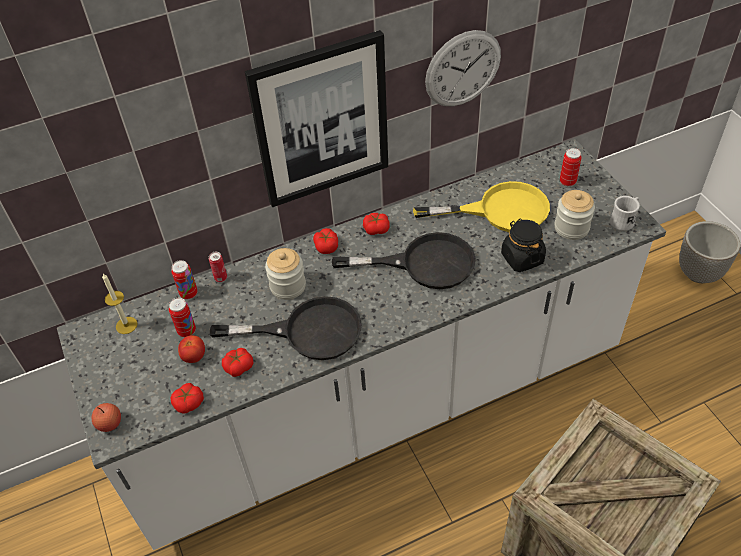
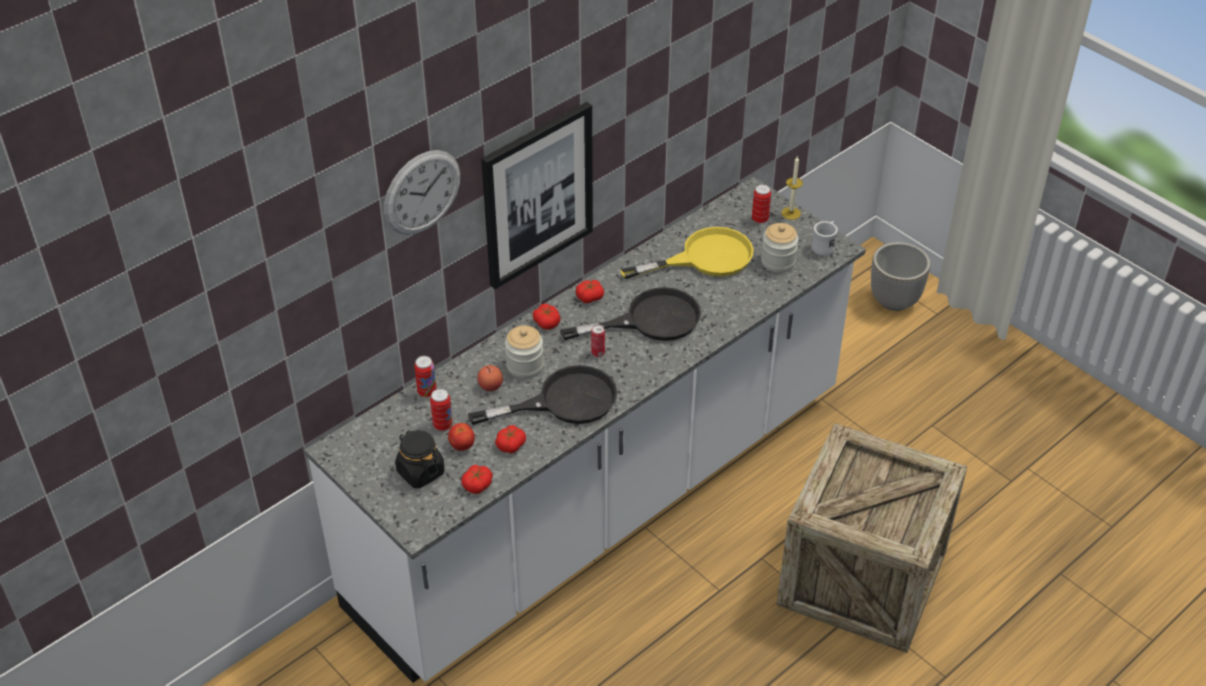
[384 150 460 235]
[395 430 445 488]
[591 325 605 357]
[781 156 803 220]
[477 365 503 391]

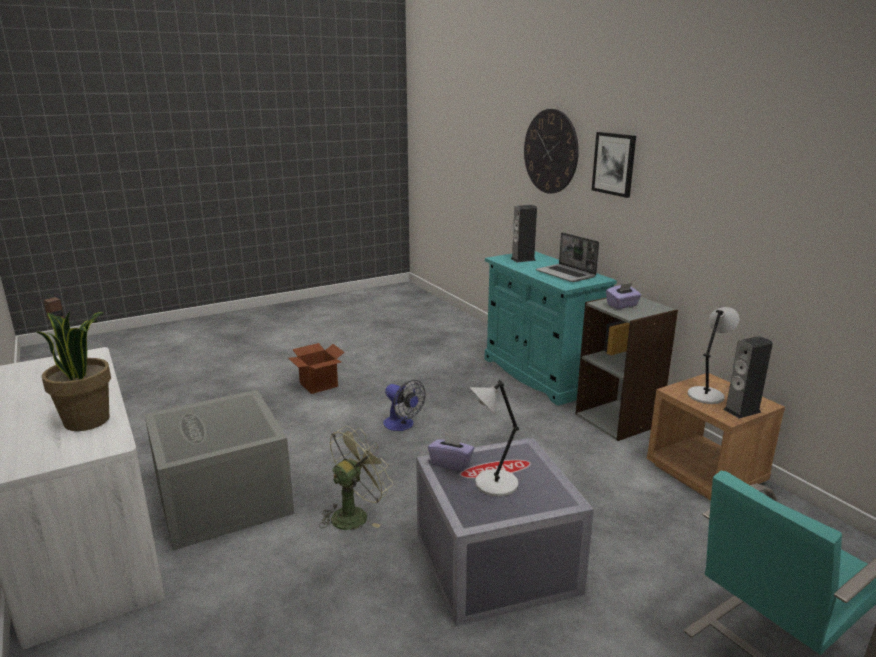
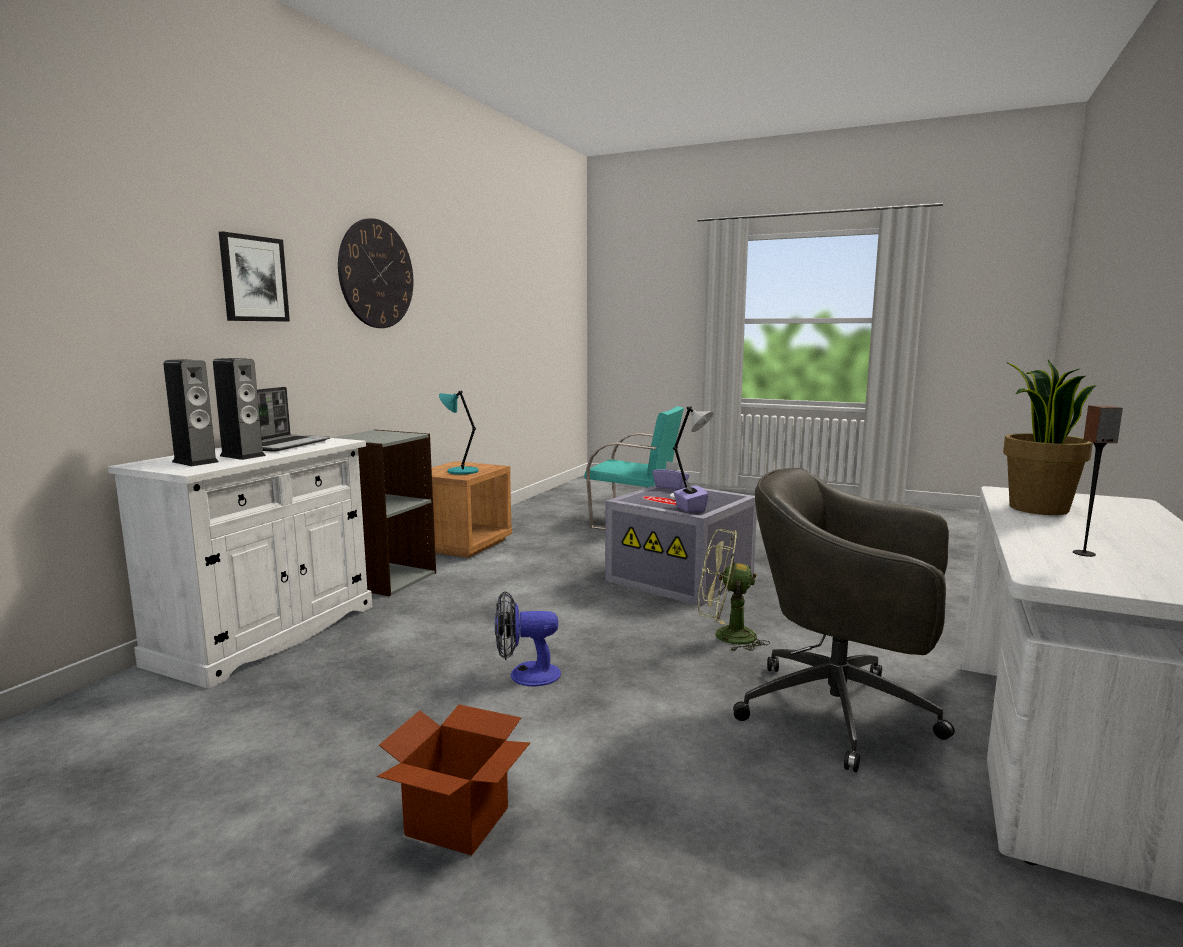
[338 218 413 328]
[108 438 372 689]
[652 461 690 490]
[439 391 479 475]
[213 358 266 460]
[495 591 561 687]
[733 468 955 772]

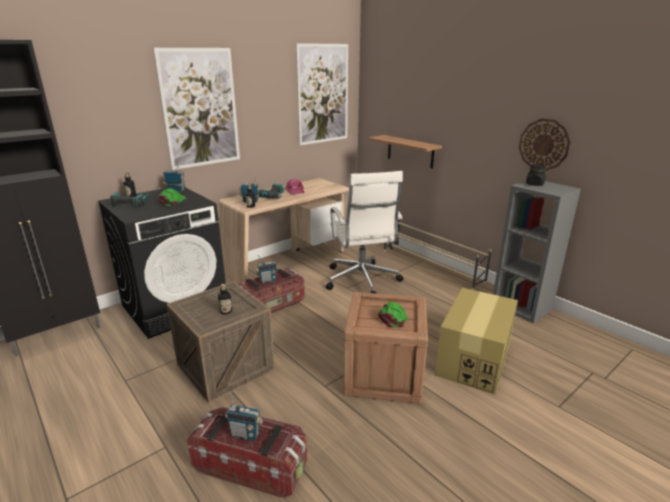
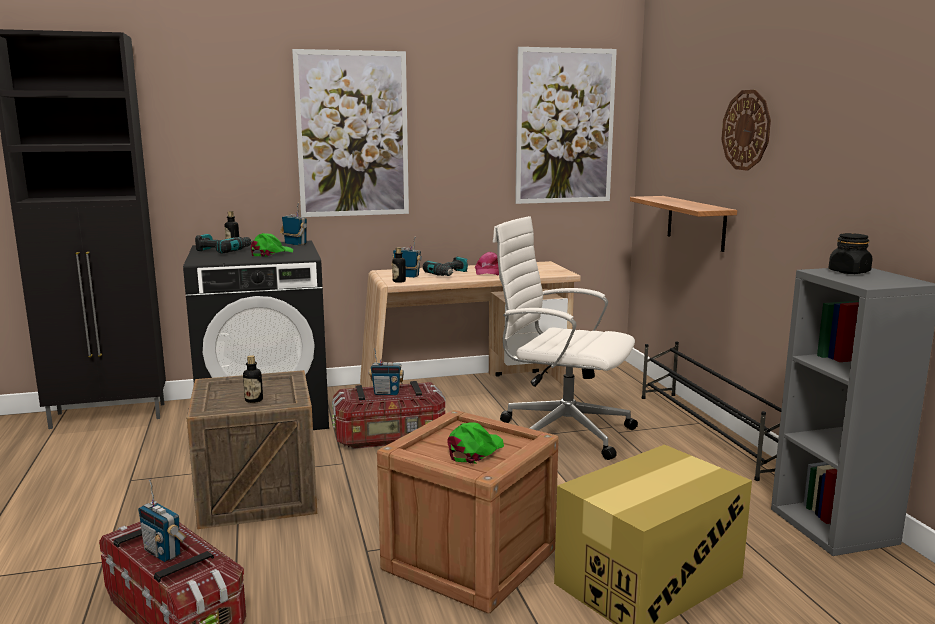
[721 90 771 171]
[493 216 638 460]
[642 341 782 481]

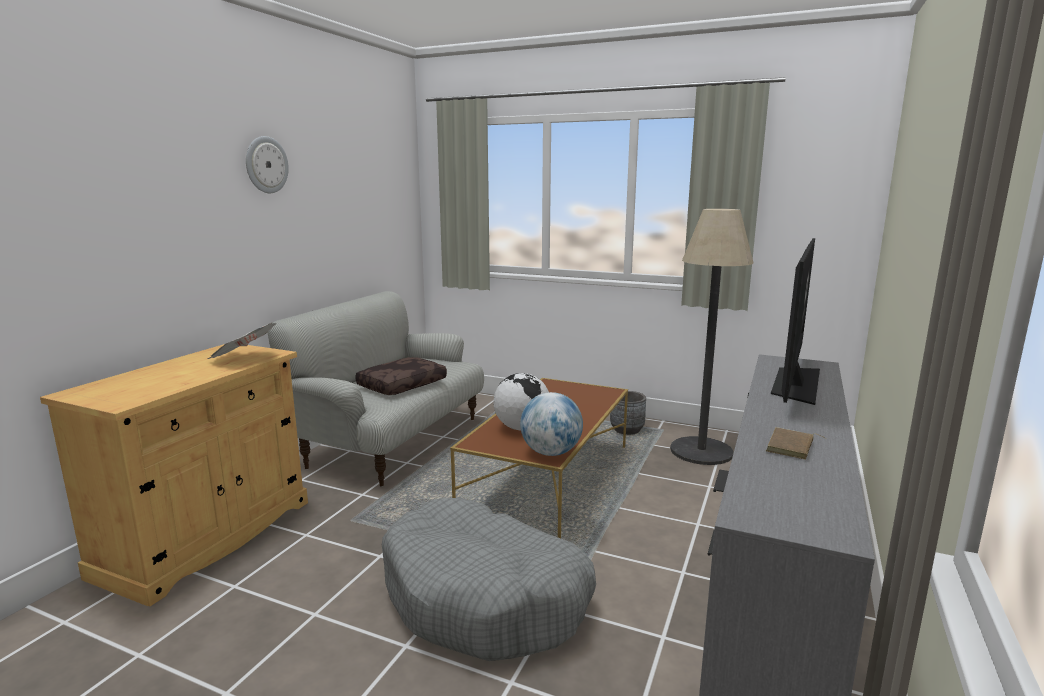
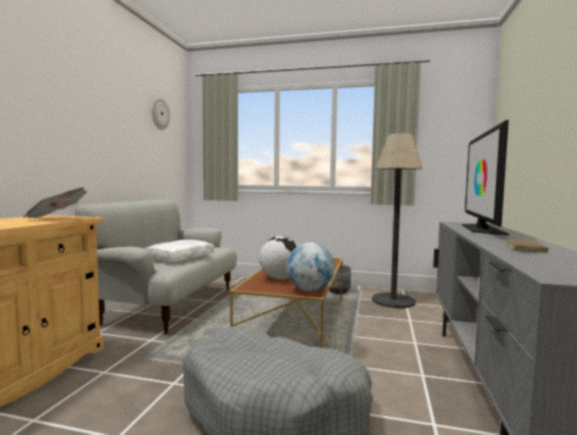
[152 98 170 130]
[145 240 214 262]

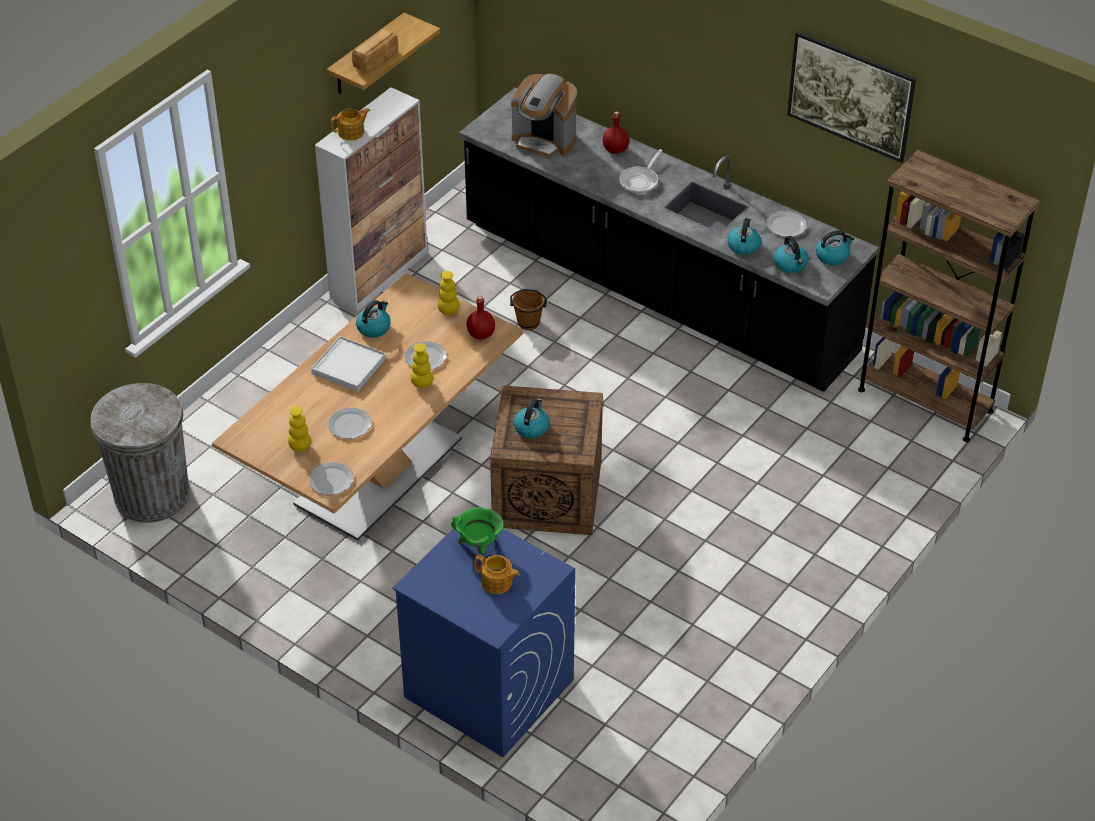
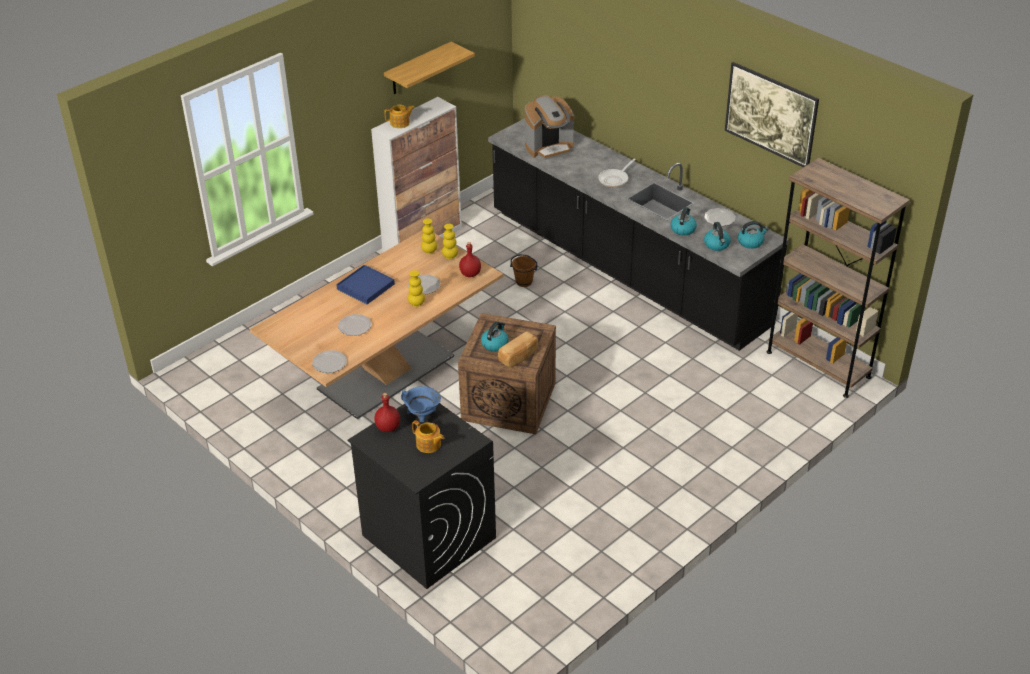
[498 332 538 367]
[525 95 574 160]
[375 393 400 432]
[356 300 391 337] (first image)
[336 265 395 304]
[91 383 190 523] (first image)
[421 218 437 254]
[401 386 441 422]
[348 403 496 589]

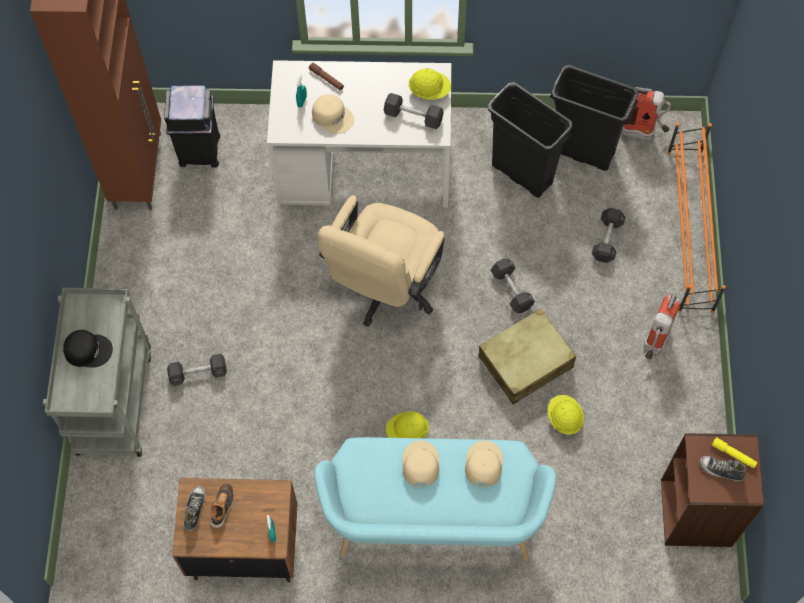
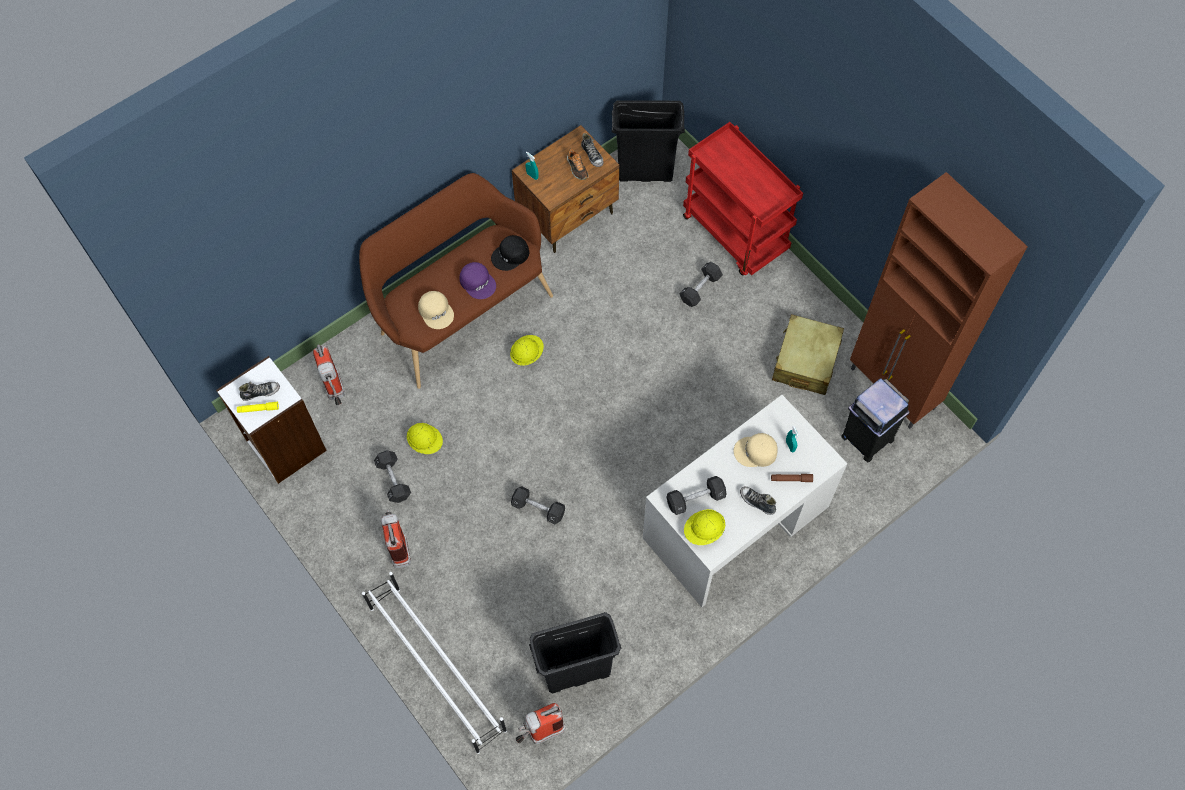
[612 100 685 182]
[362 572 507 754]
[317 195 445 327] (first image)
[374 451 411 503]
[683 122 803 276]
[772 314 844 395]
[491 235 529 271]
[216 356 327 484]
[359 173 553 389]
[460 262 496 299]
[313 344 345 405]
[740 486 776 515]

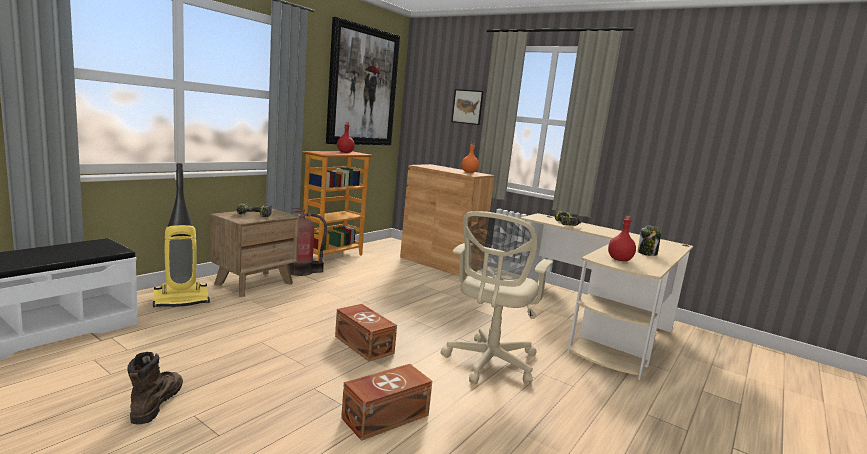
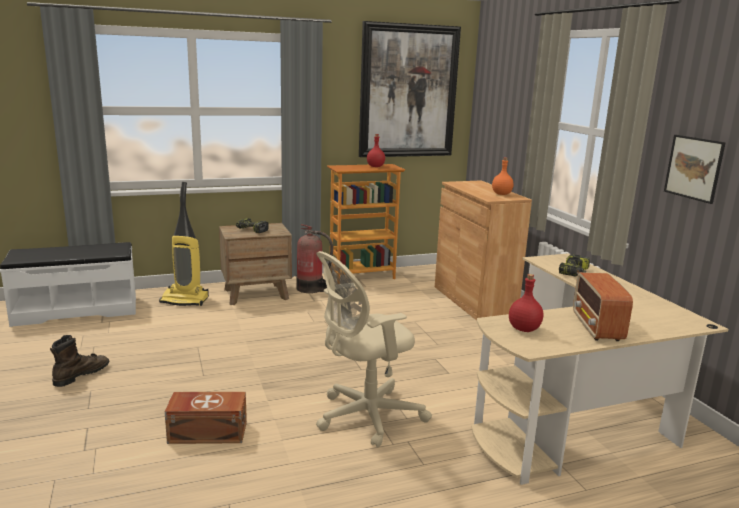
[664 135 726 204]
[573 272 633 341]
[335 304 397 362] (first image)

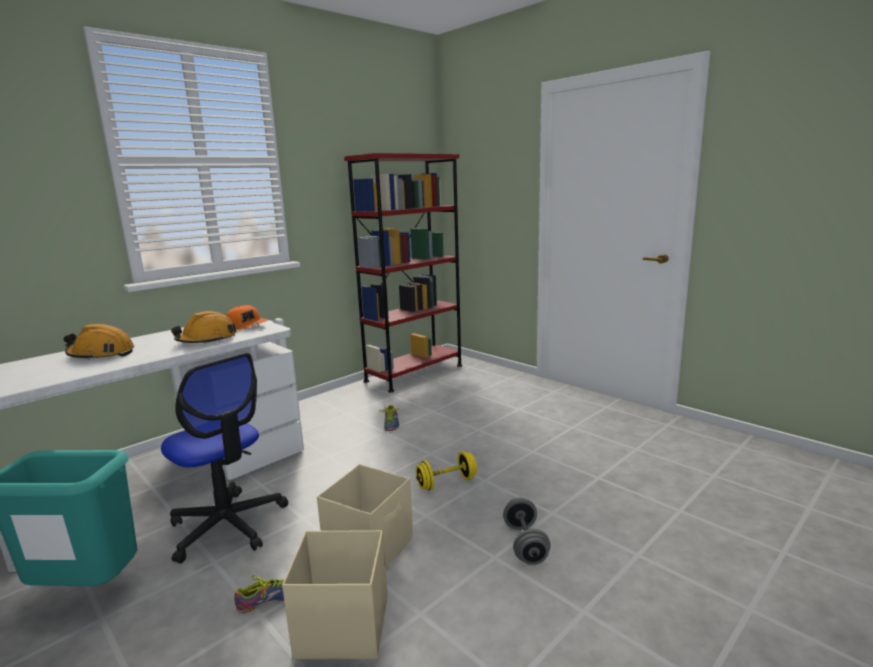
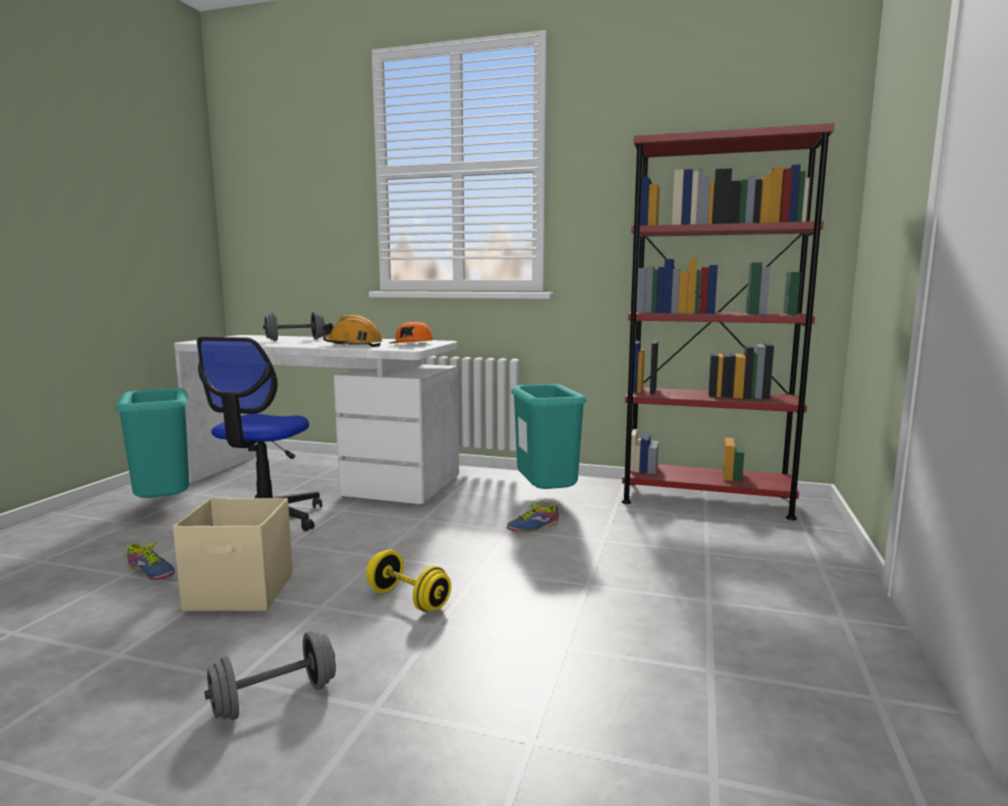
[263 312 325 341]
[282 530 388 659] (first image)
[511 384 587 489]

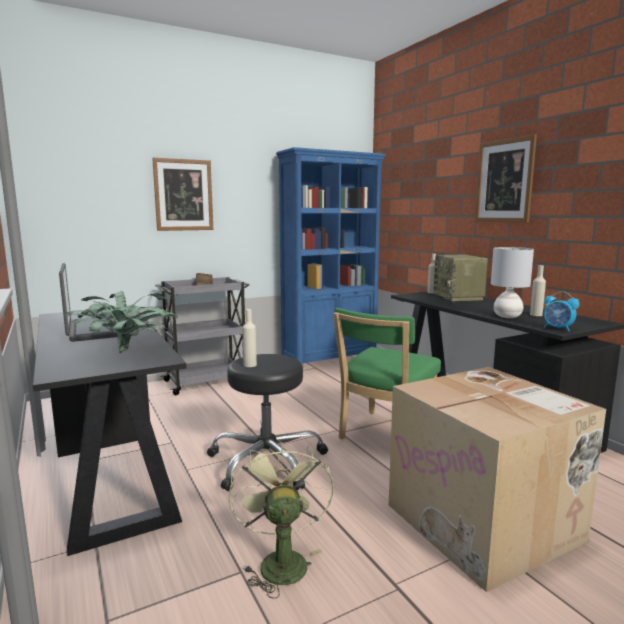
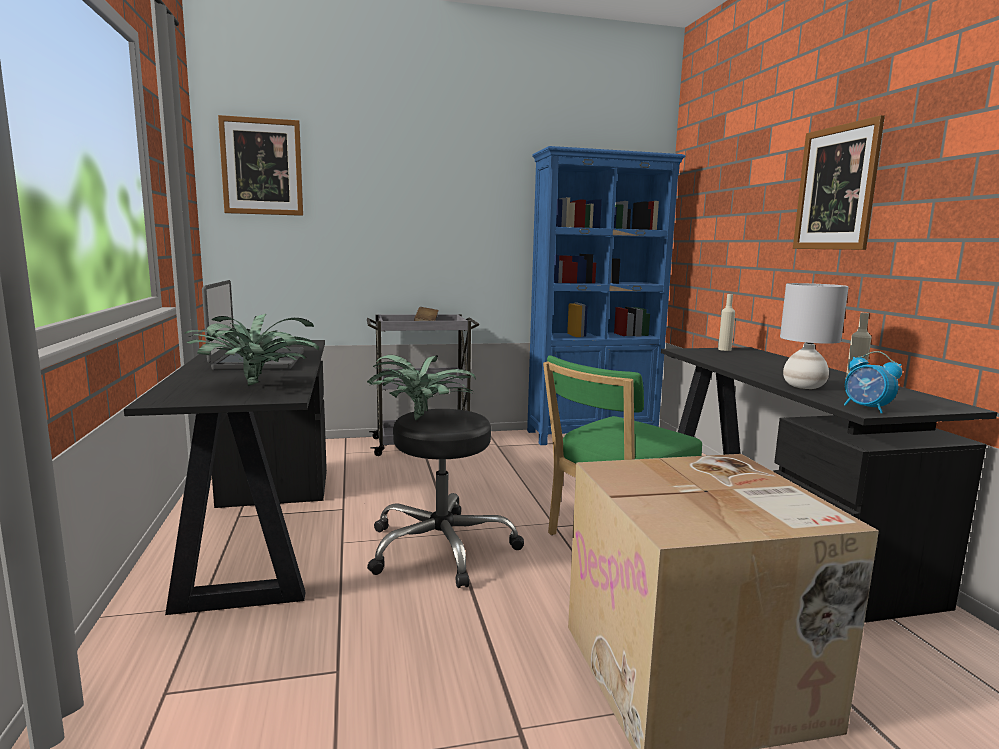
[218 115 303 216]
[434 255 488 301] (first image)
[367 355 476 421]
[229 440 334 598] (first image)

